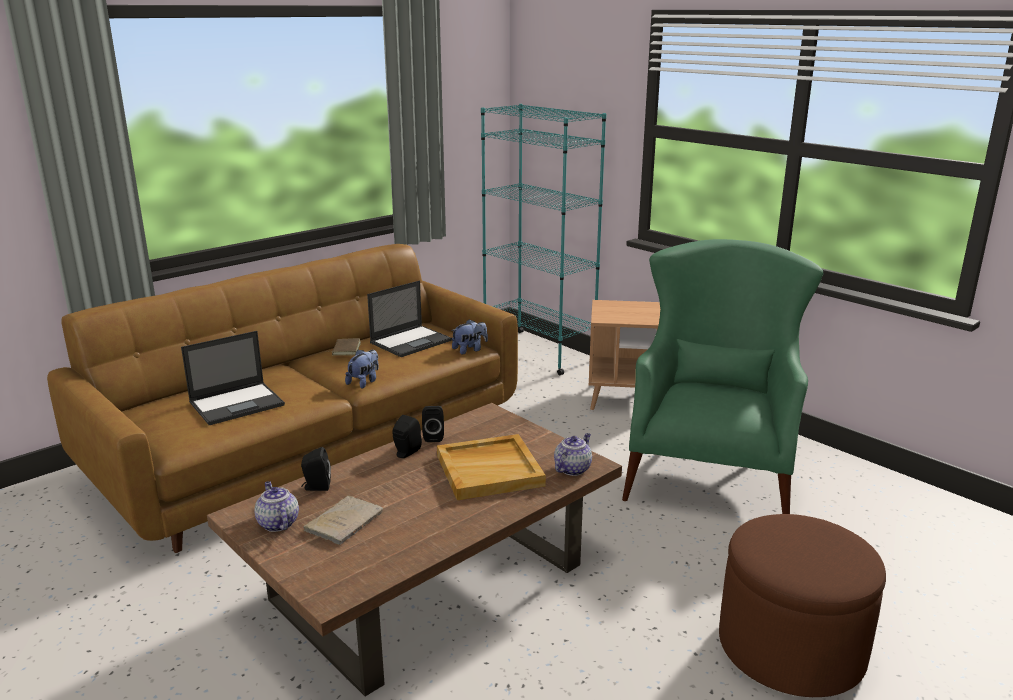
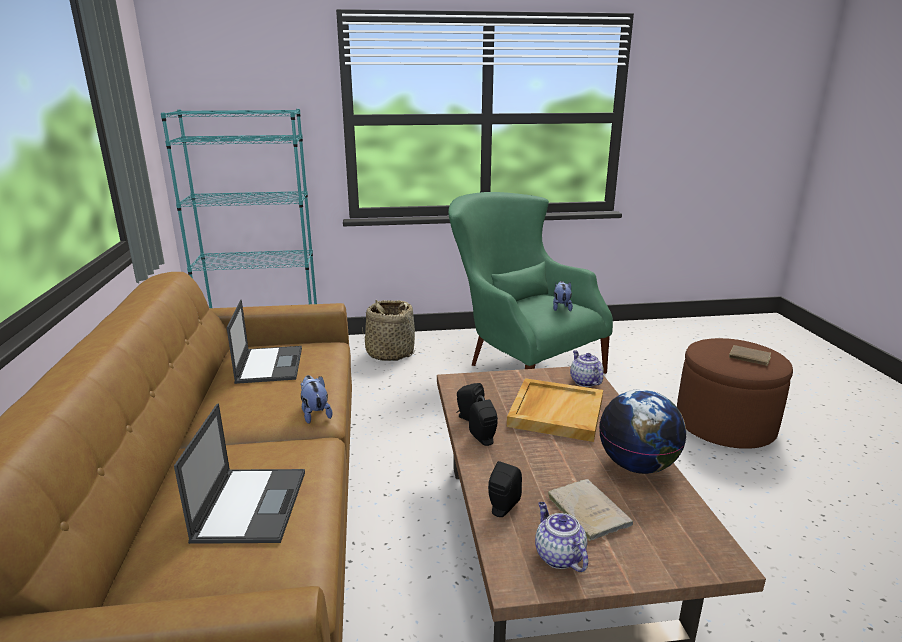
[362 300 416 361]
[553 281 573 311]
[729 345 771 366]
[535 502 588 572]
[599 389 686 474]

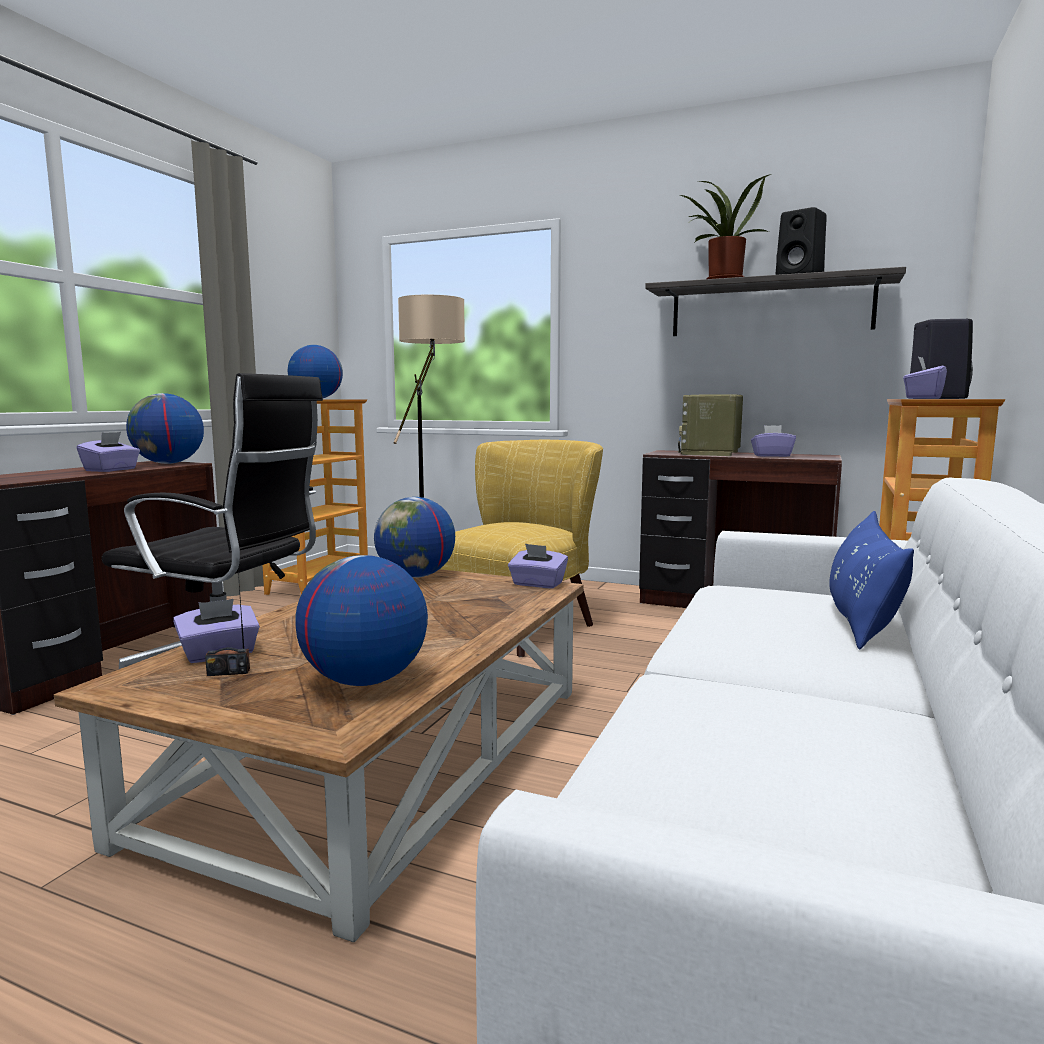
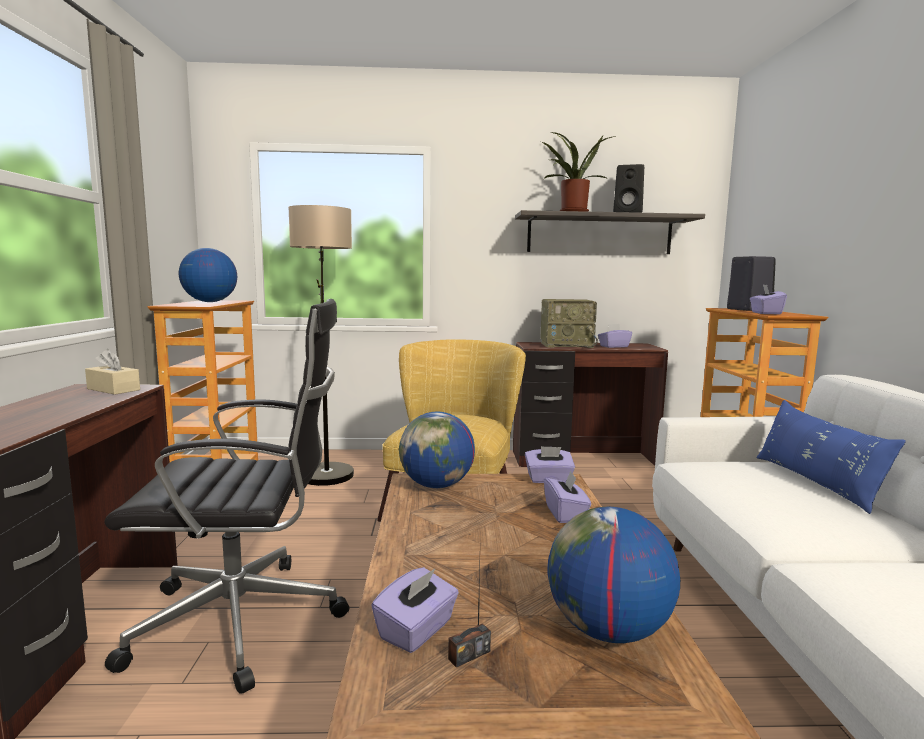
[85 349 140 395]
[540 299 598 348]
[544 470 591 523]

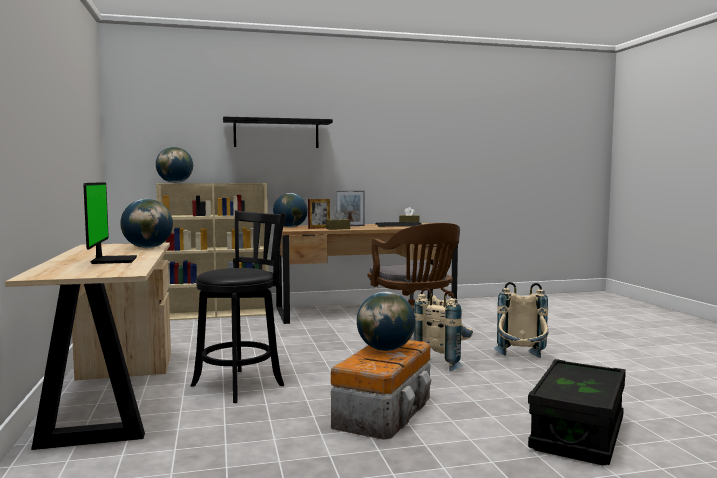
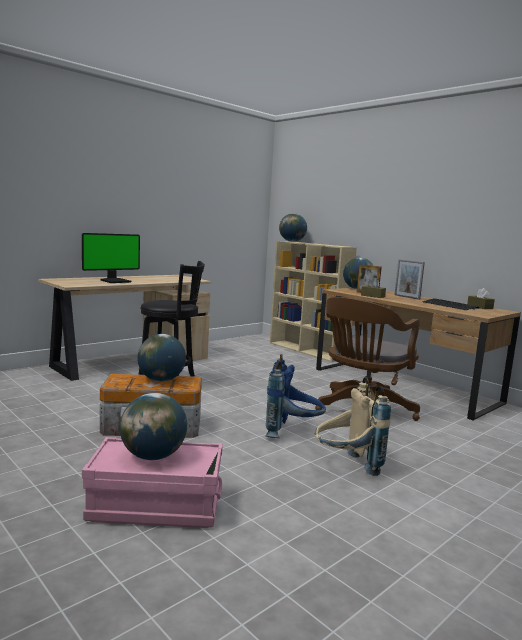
[223 117 333 148] (first image)
[120 393 187 460]
[265 354 326 438]
[82 437 223 528]

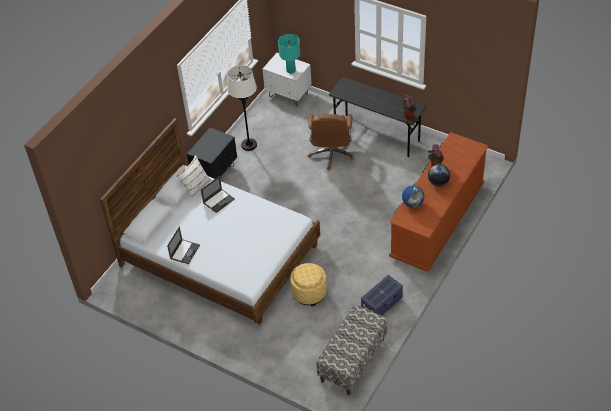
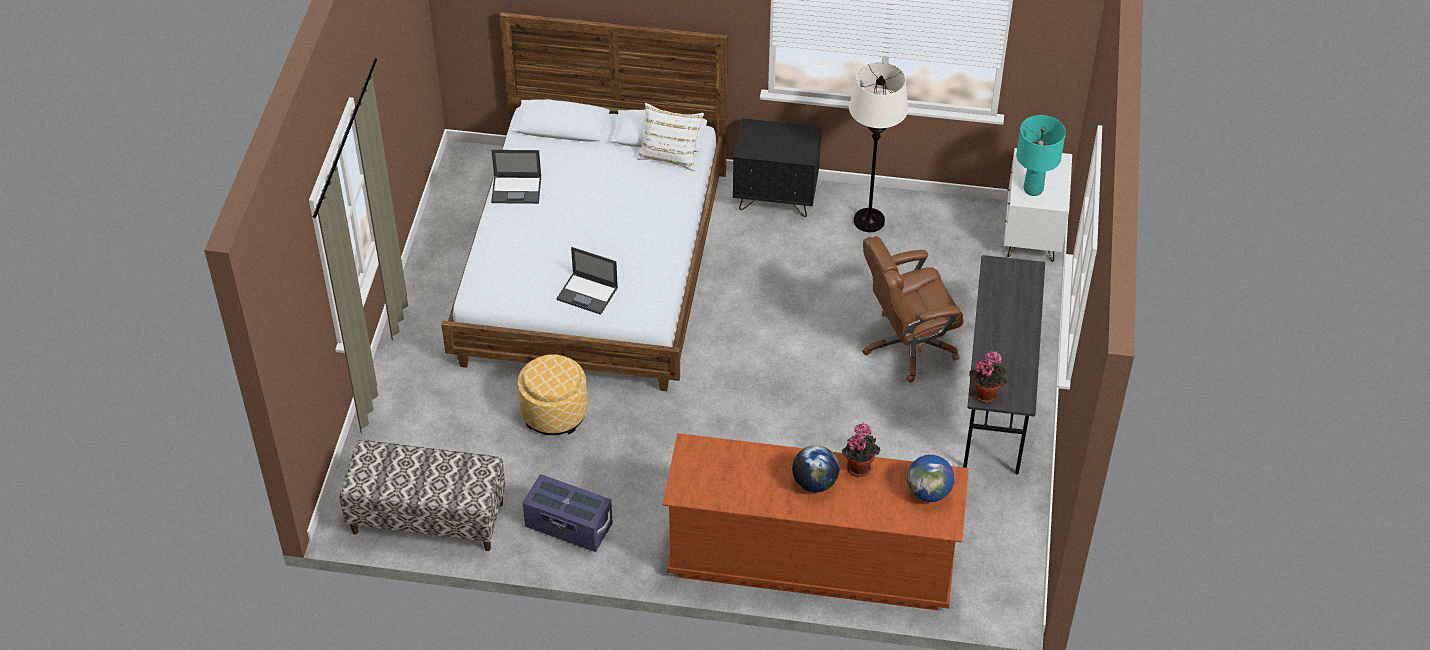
[556 247 618 315]
[907 455 954 502]

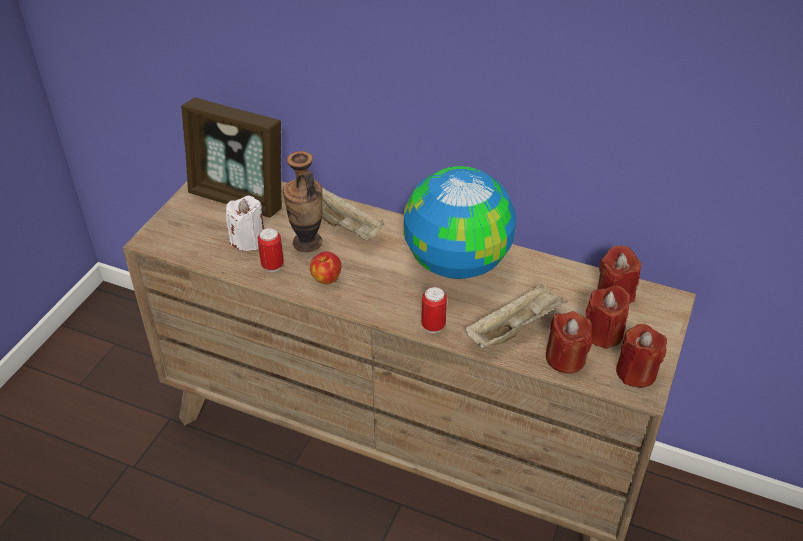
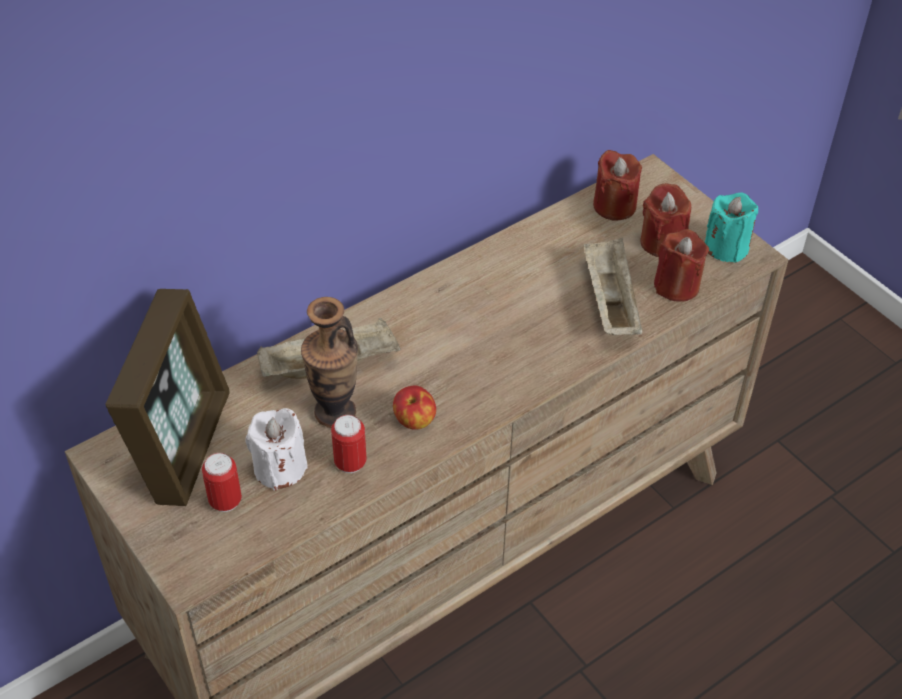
[105 289 230 506]
[404 166 516 279] (first image)
[202 453 242 512]
[705 192 758 263]

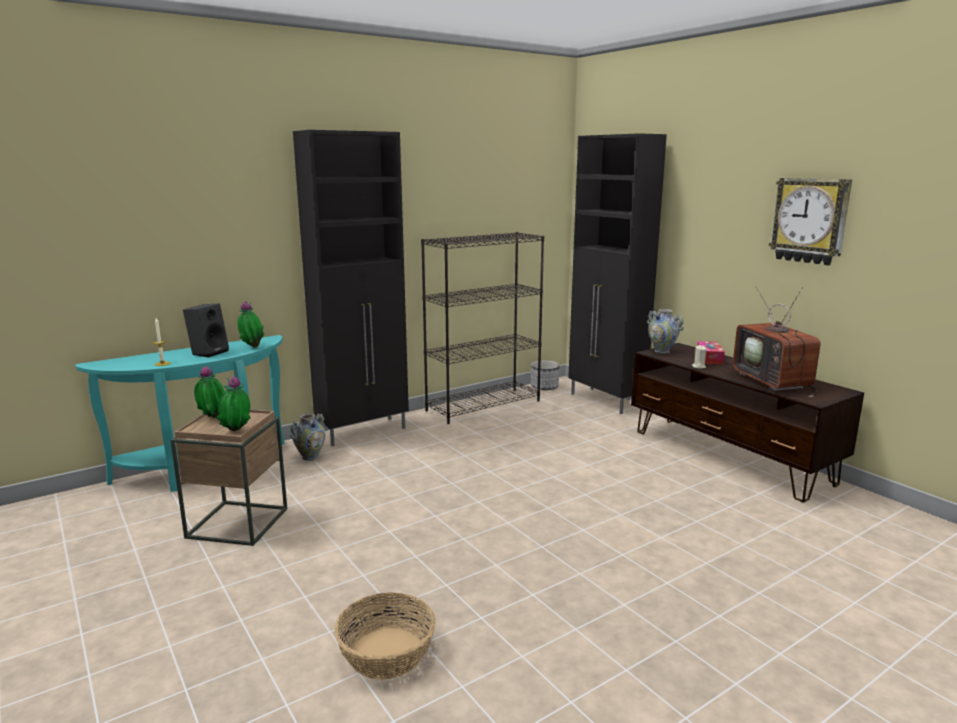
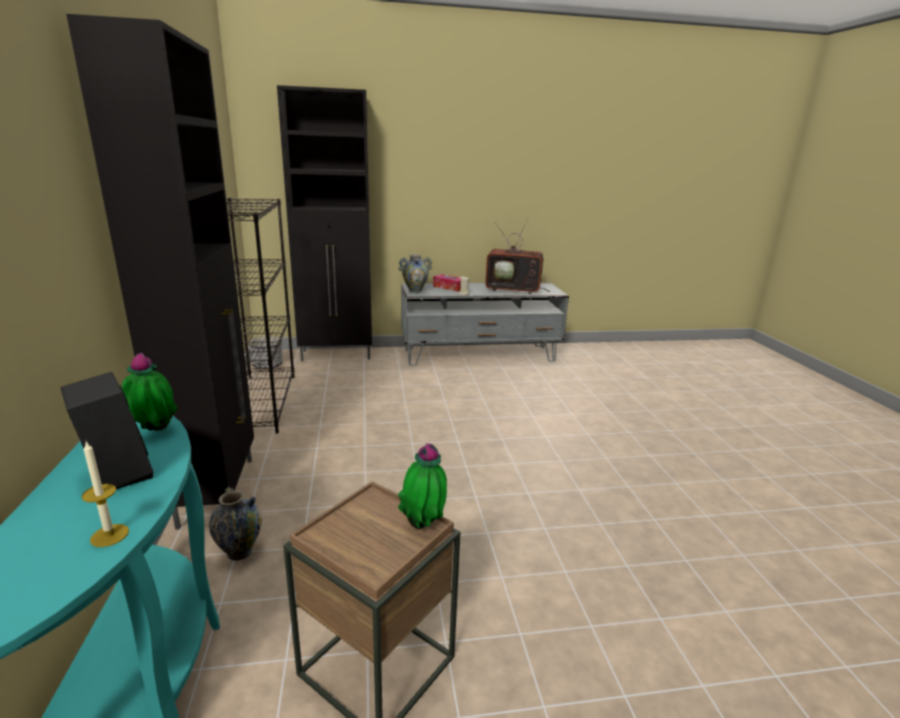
[769 178 852 265] (first image)
[401 283 569 366]
[194 366 224 418] (first image)
[334 593 435 680] (first image)

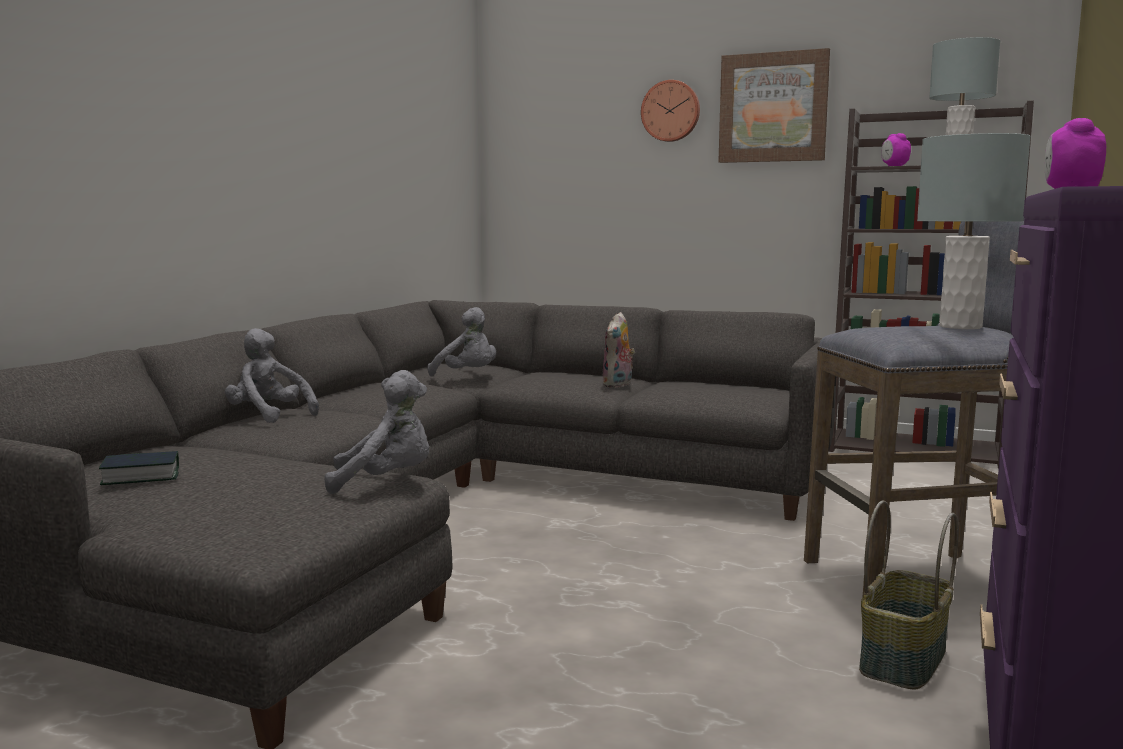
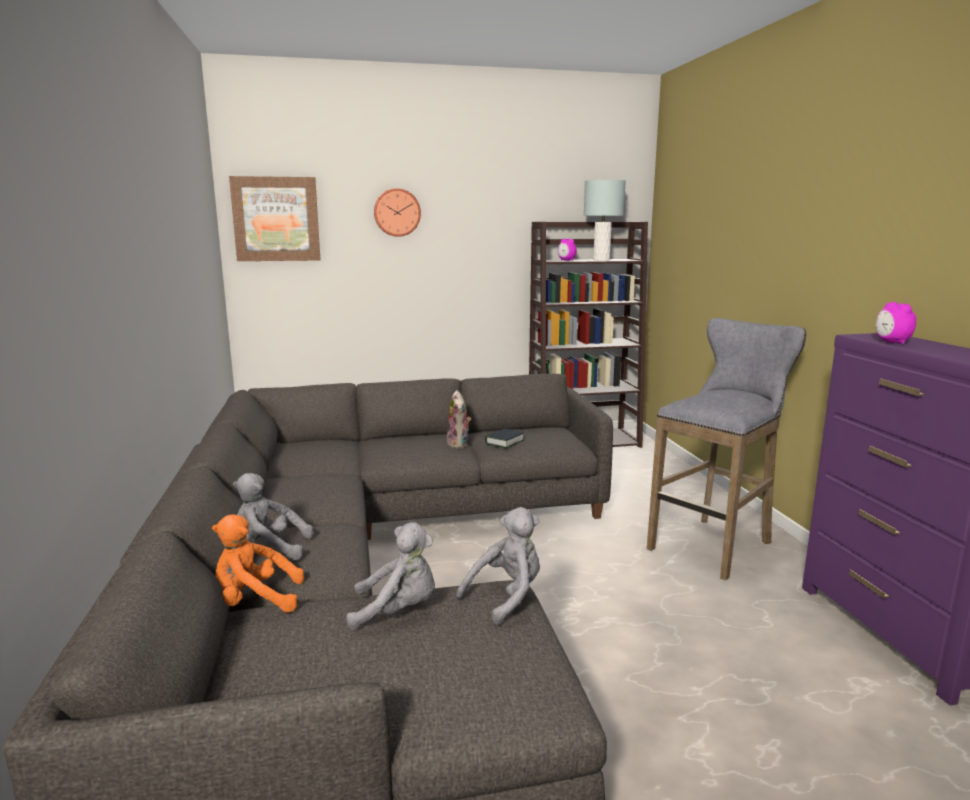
[229 176 320 261]
[917 133 1031 329] (first image)
[346 522 435 630]
[485 429 524 448]
[859 500 959 690] (first image)
[212 514 304 613]

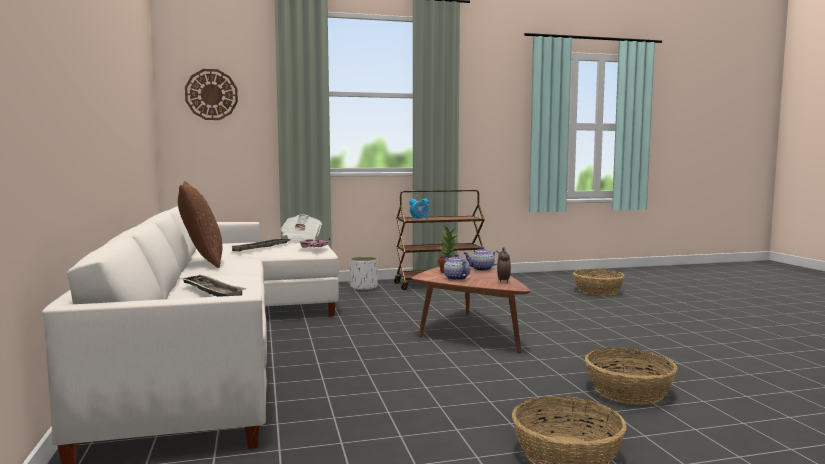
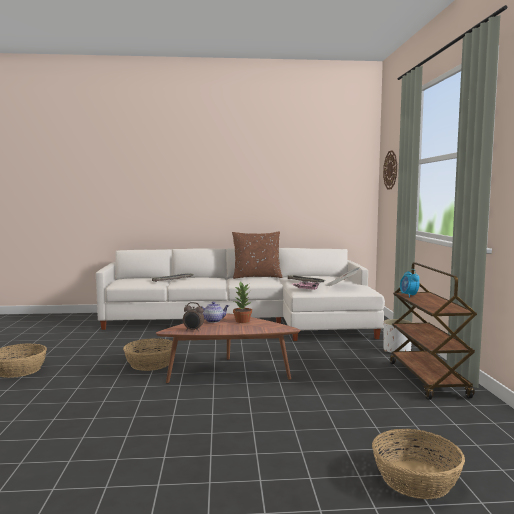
[464 246 499 271] (first image)
[123 338 173 371]

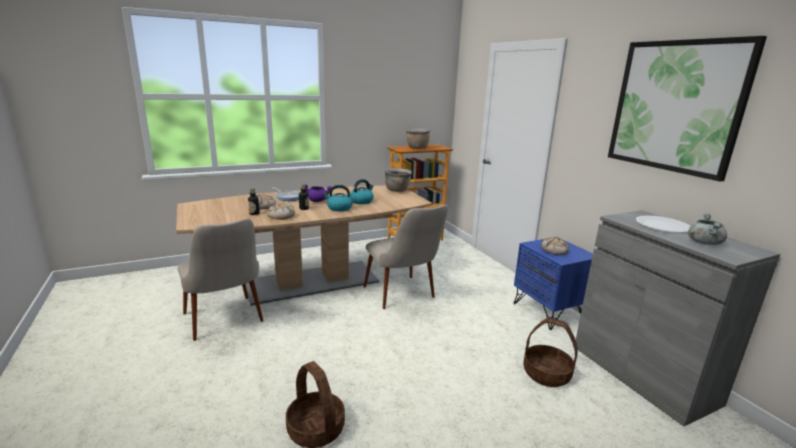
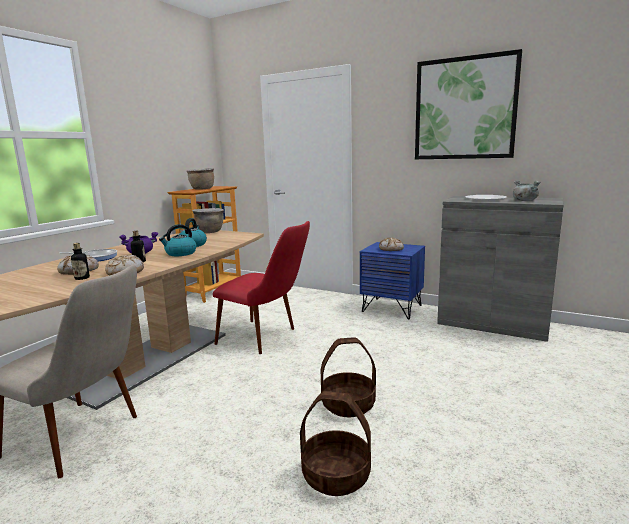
[213 221 310 354]
[321 337 376 417]

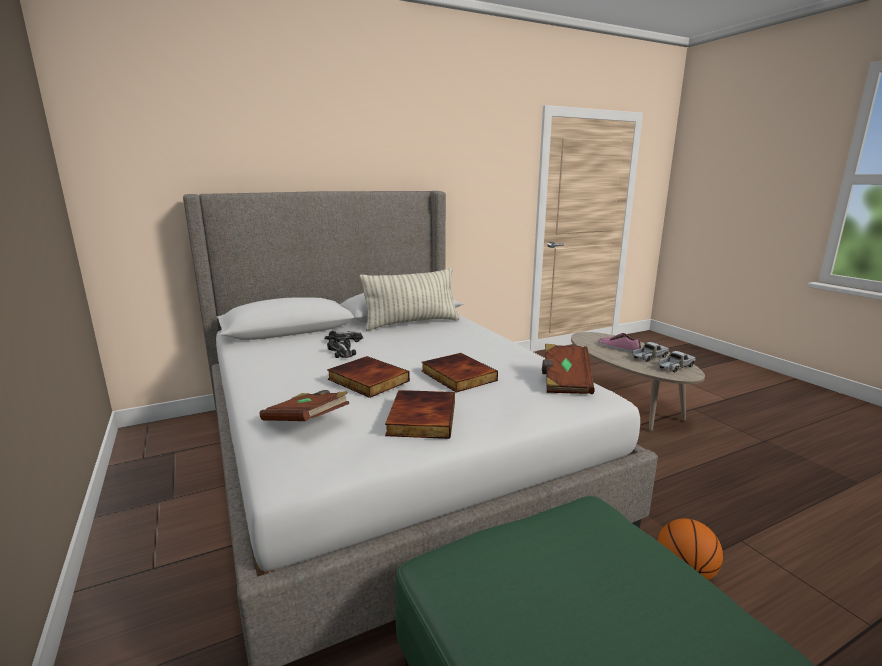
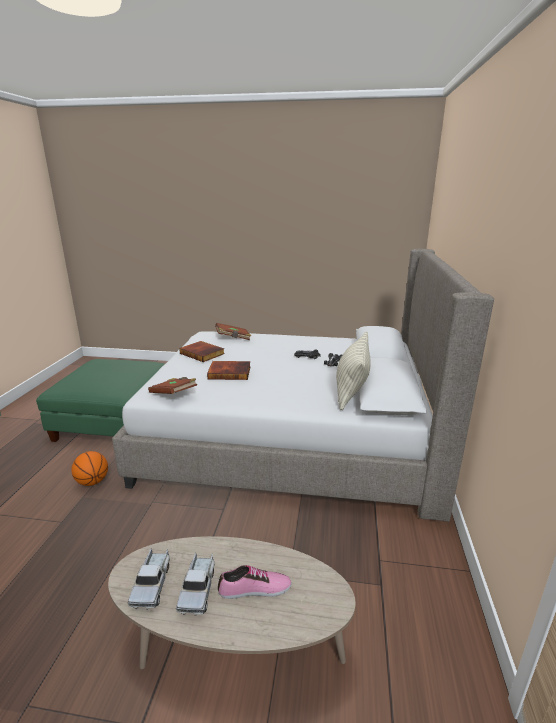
[327 356 410 398] (first image)

